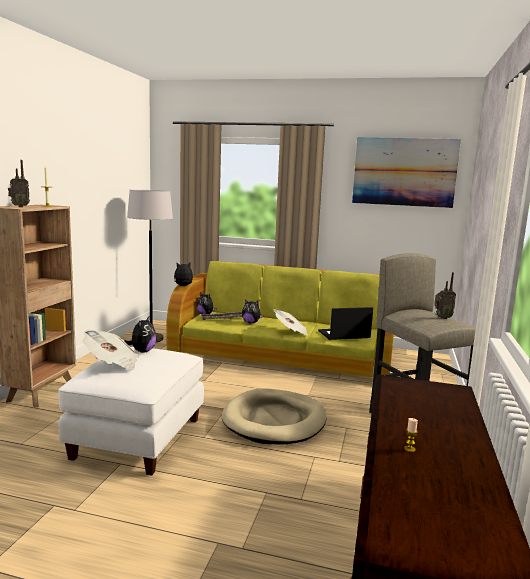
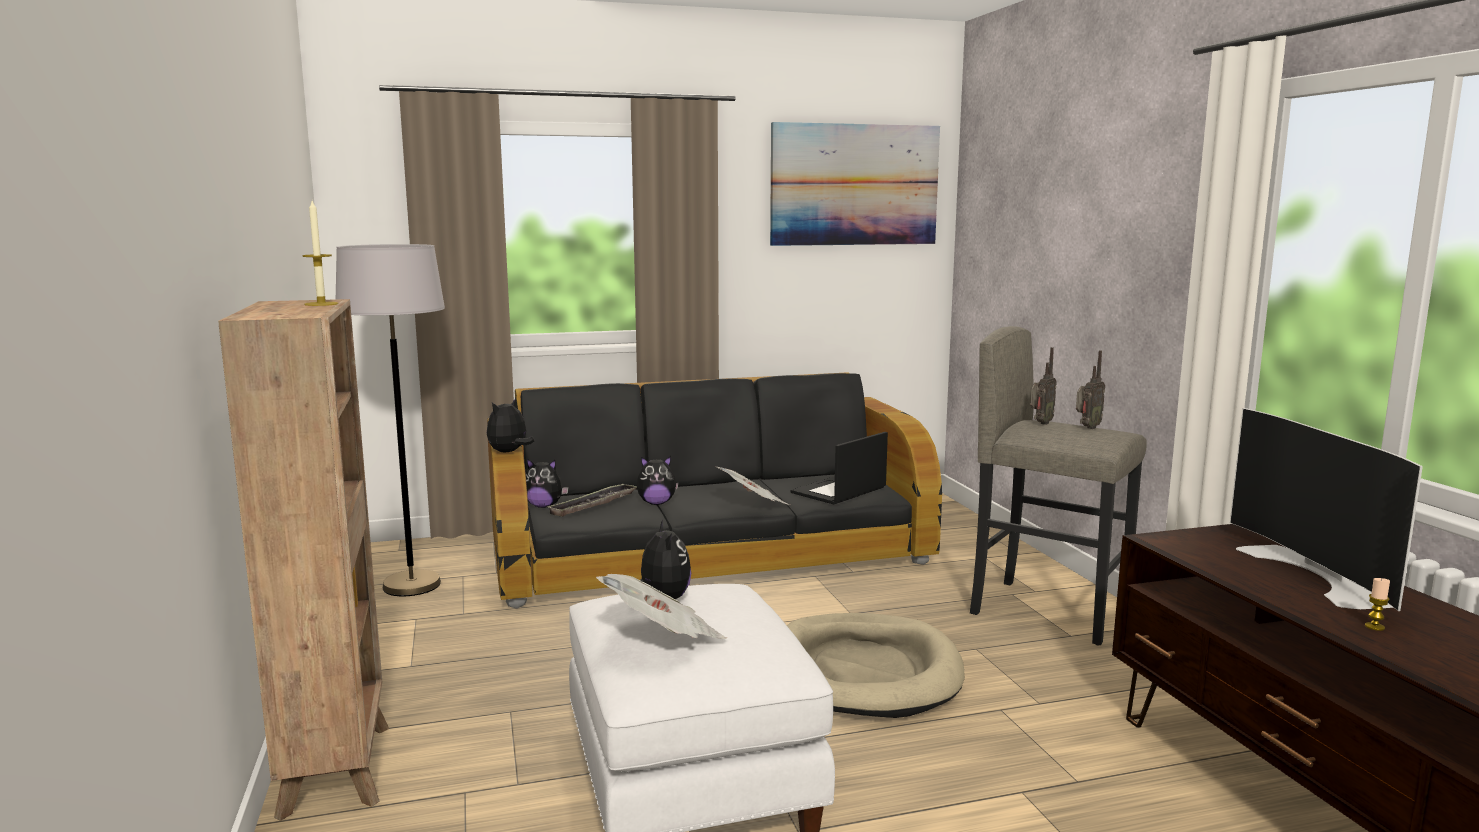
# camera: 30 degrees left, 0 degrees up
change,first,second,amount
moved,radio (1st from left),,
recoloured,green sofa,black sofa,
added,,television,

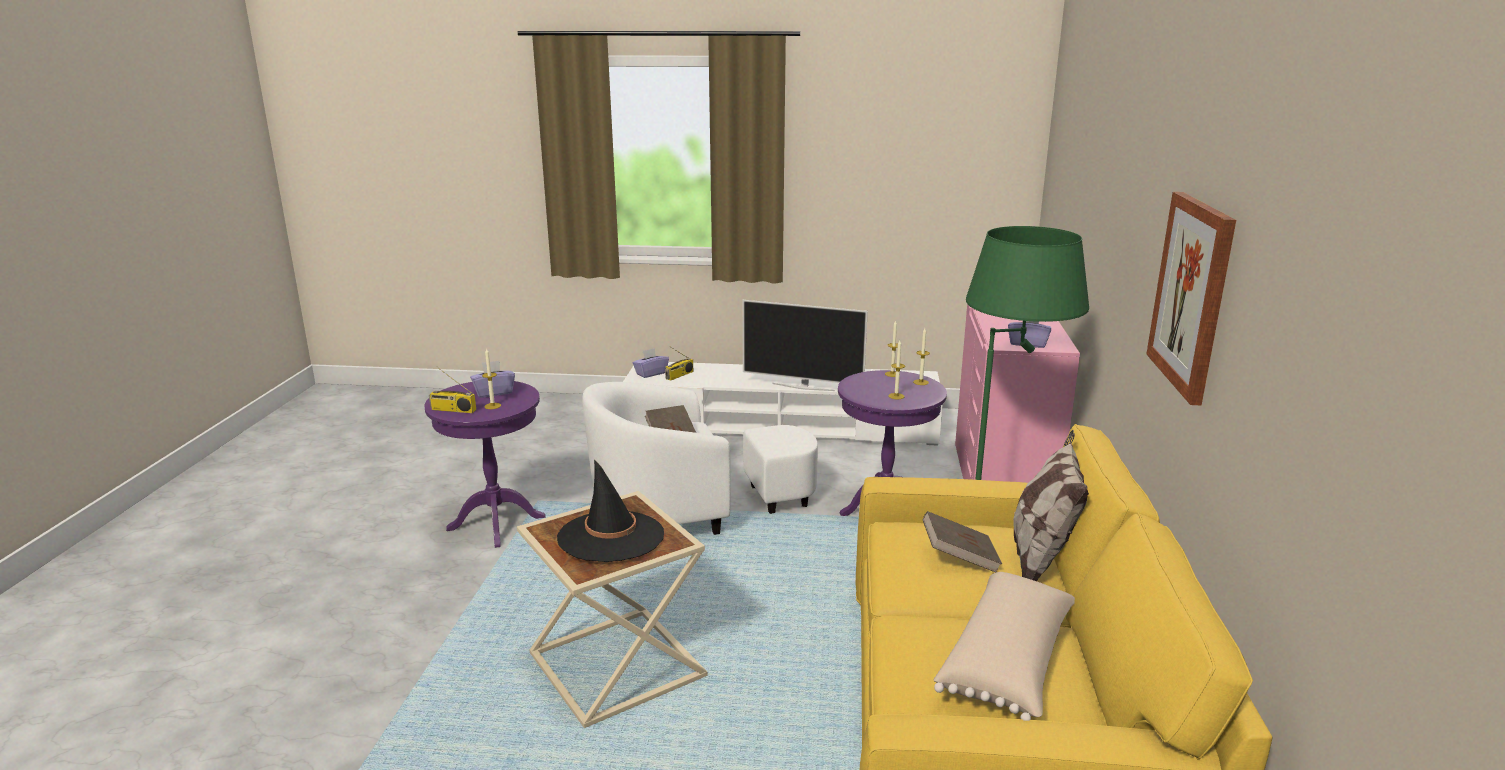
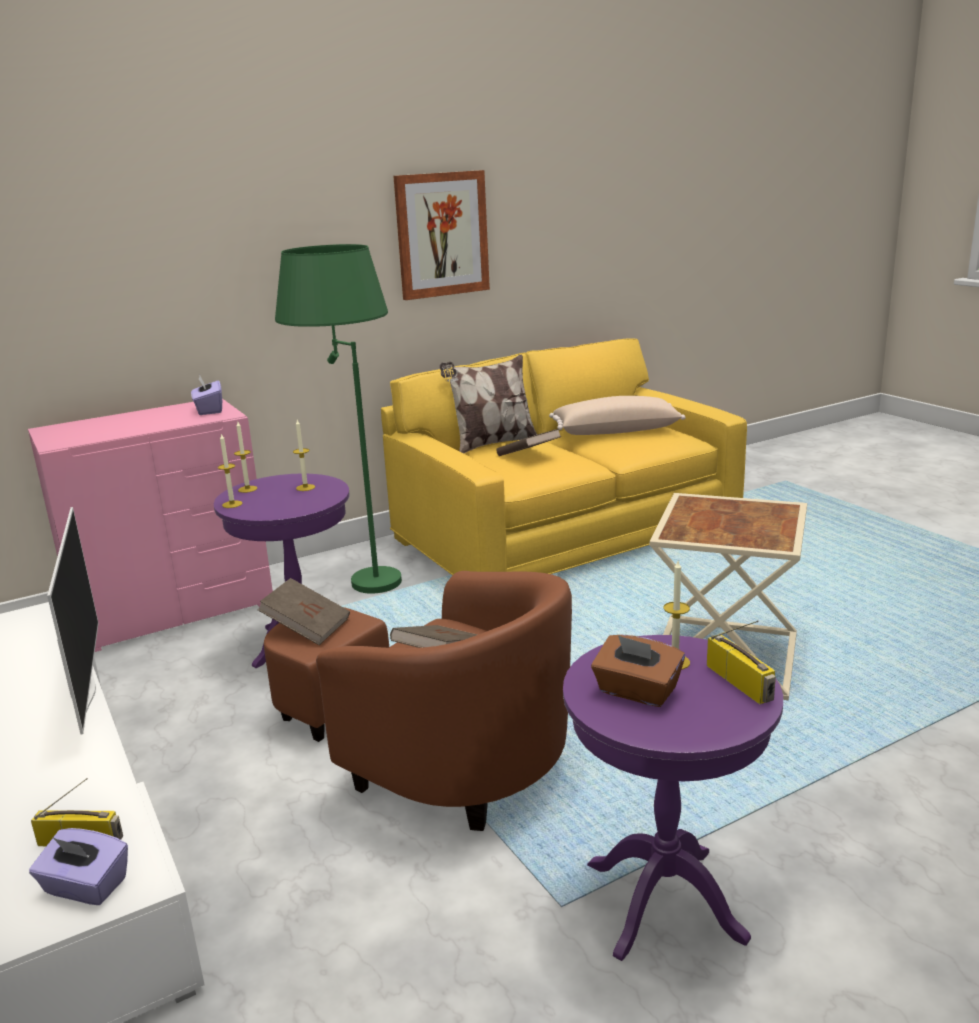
# camera: 125 degrees left, 0 degrees up
change,first,second,amount
recoloured,purple tissue box (1st from left),brown tissue box,
removed,black hat,,
recoloured,white armchair,brown armchair,
added,,brown book (1st from left),

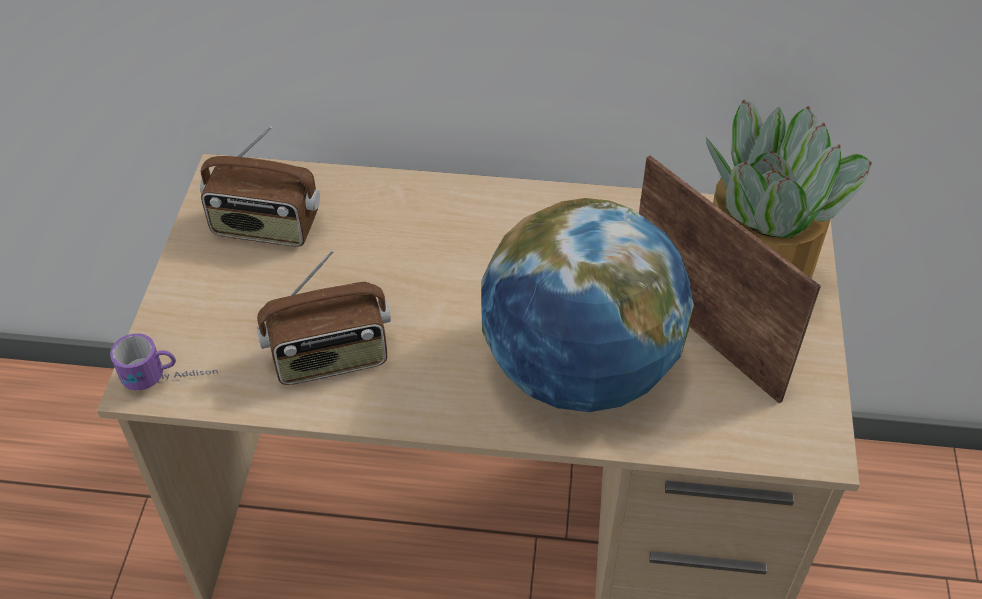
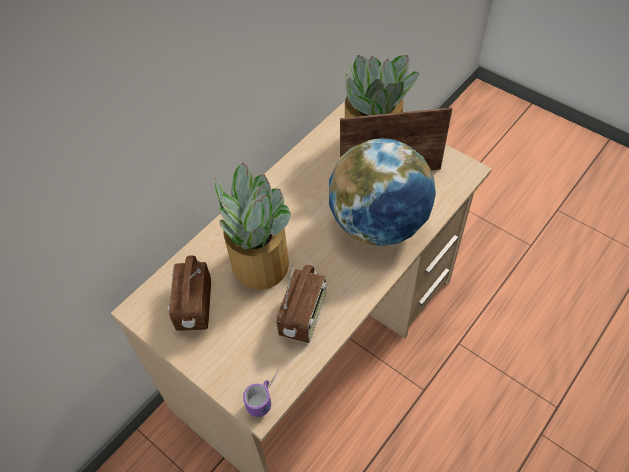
# camera: 55 degrees left, 5 degrees up
change,first,second,amount
turned,radio (1st from left),,135 degrees clockwise
added,,potted plant (1st from left),

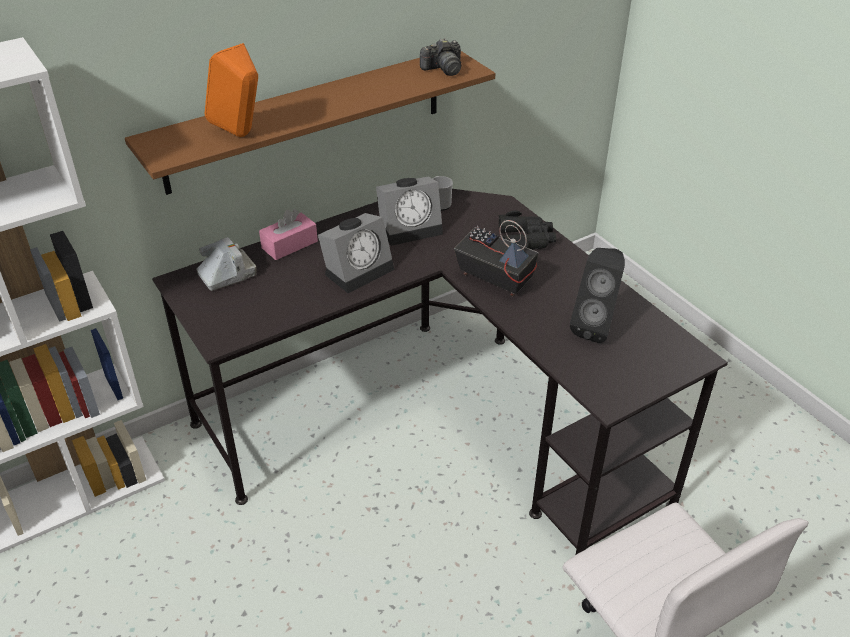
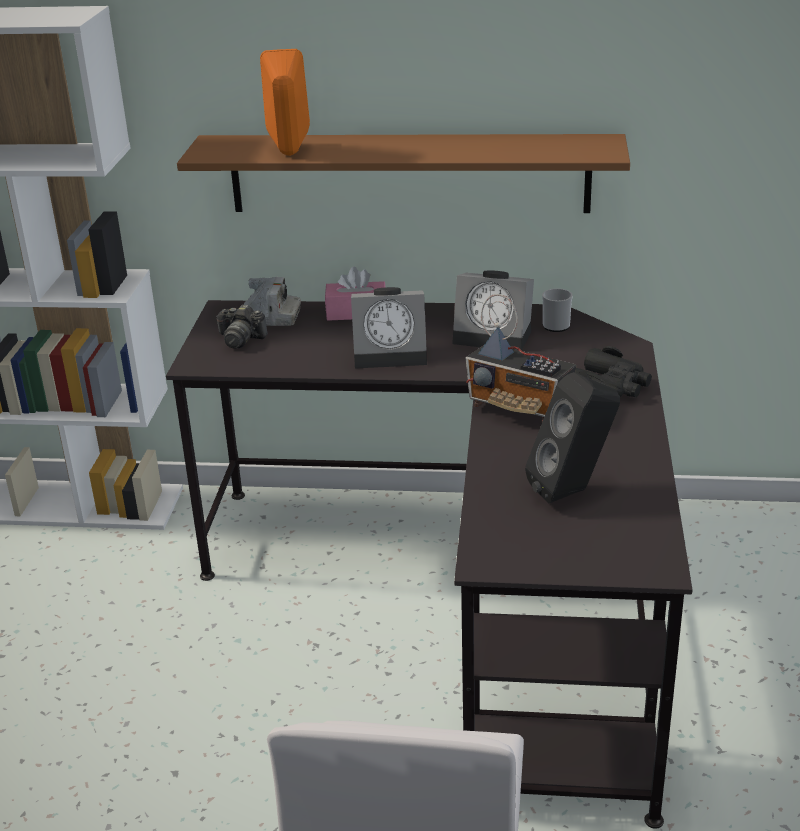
# camera: 40 degrees right, 10 degrees down
change,first,second,amount
moved,photo camera (2nd from left in the first image),photo camera (1st from left),
turned,radio,,135 degrees clockwise

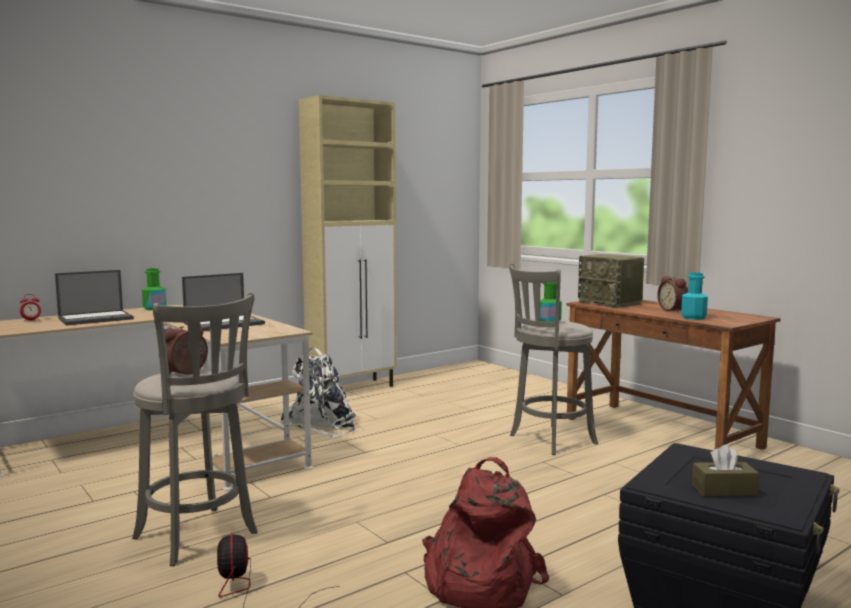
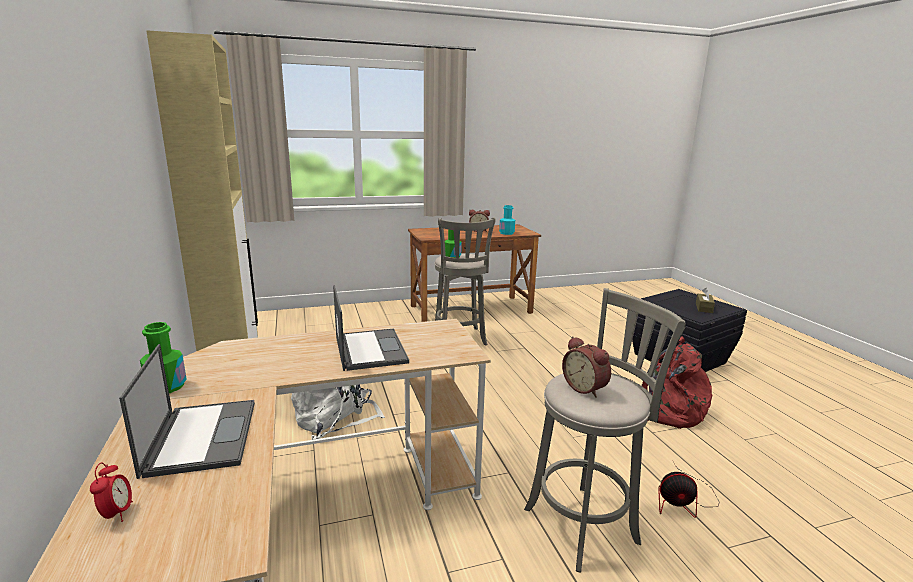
# camera: 70 degrees left, 10 degrees up
change,first,second,amount
removed,radio,,

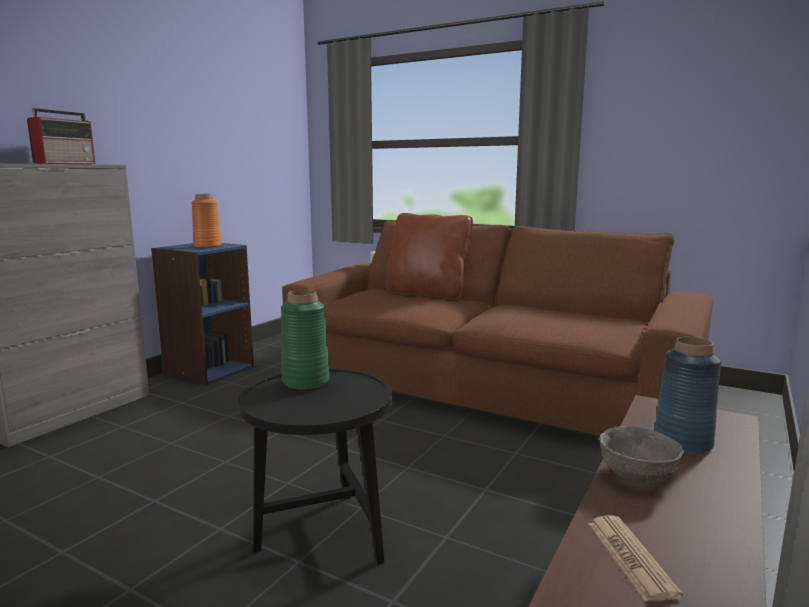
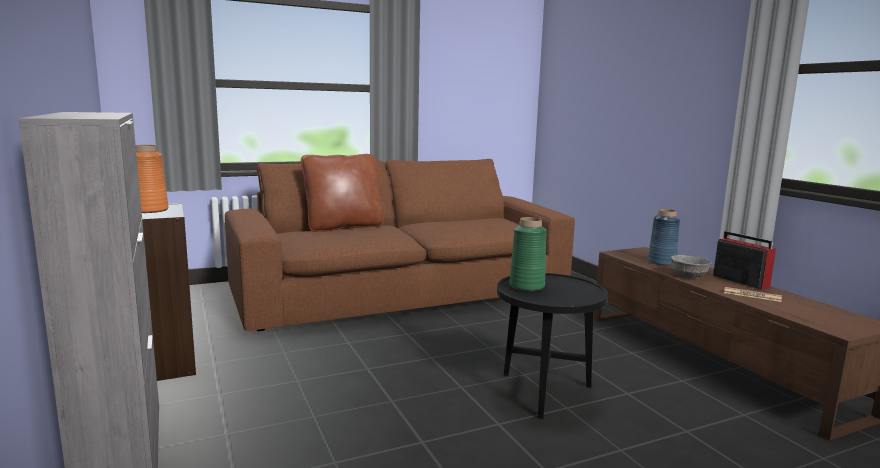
# camera: 55 degrees left, 0 degrees up
change,first,second,amount
moved,radio,,

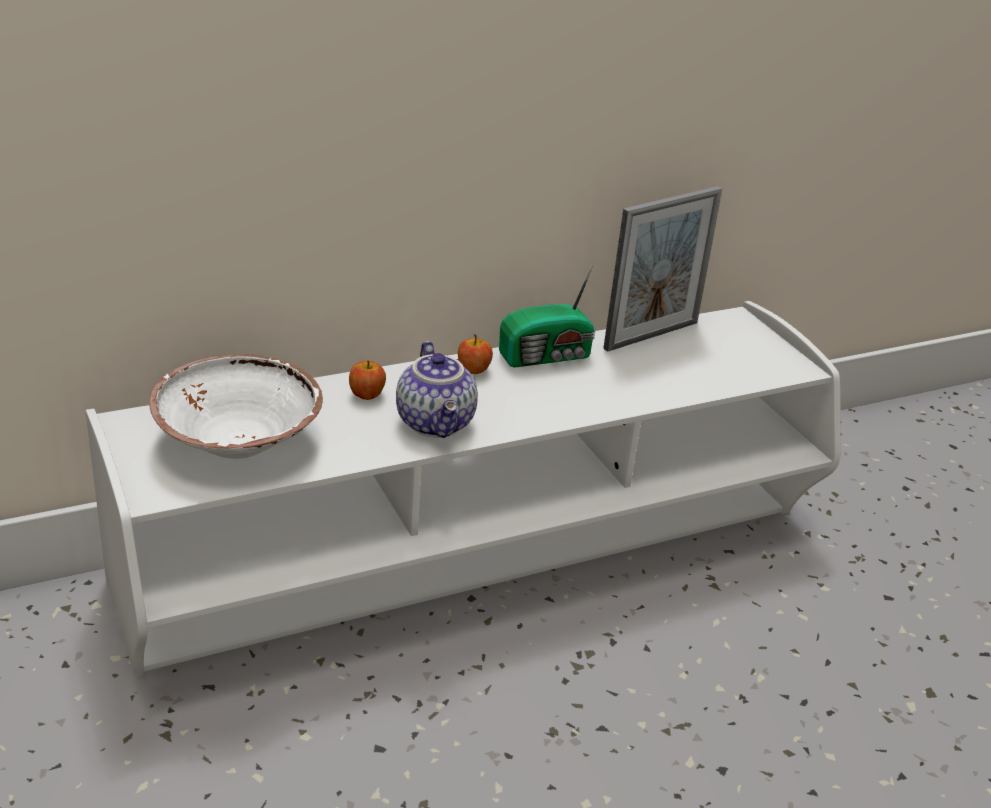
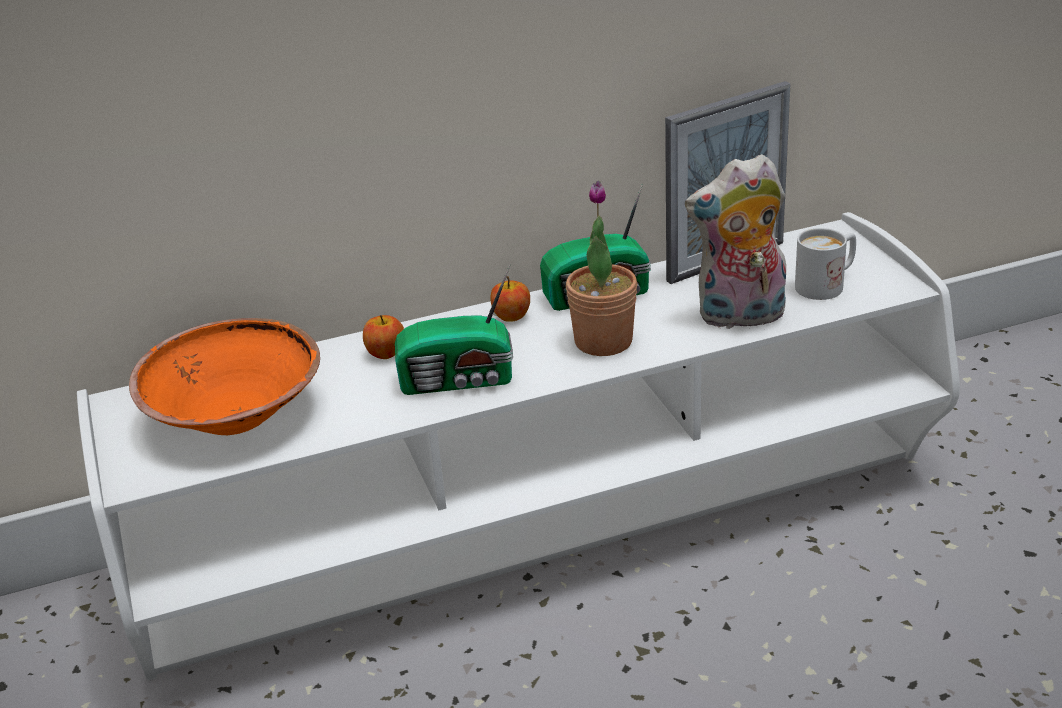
# camera: 10 degrees right, 0 degrees up
change,first,second,amount
recoloured,white bowl,orange bowl,
replaced,teapot,radio (1st from left),
added,,potted plant,
added,,plush toy,
added,,white mug,

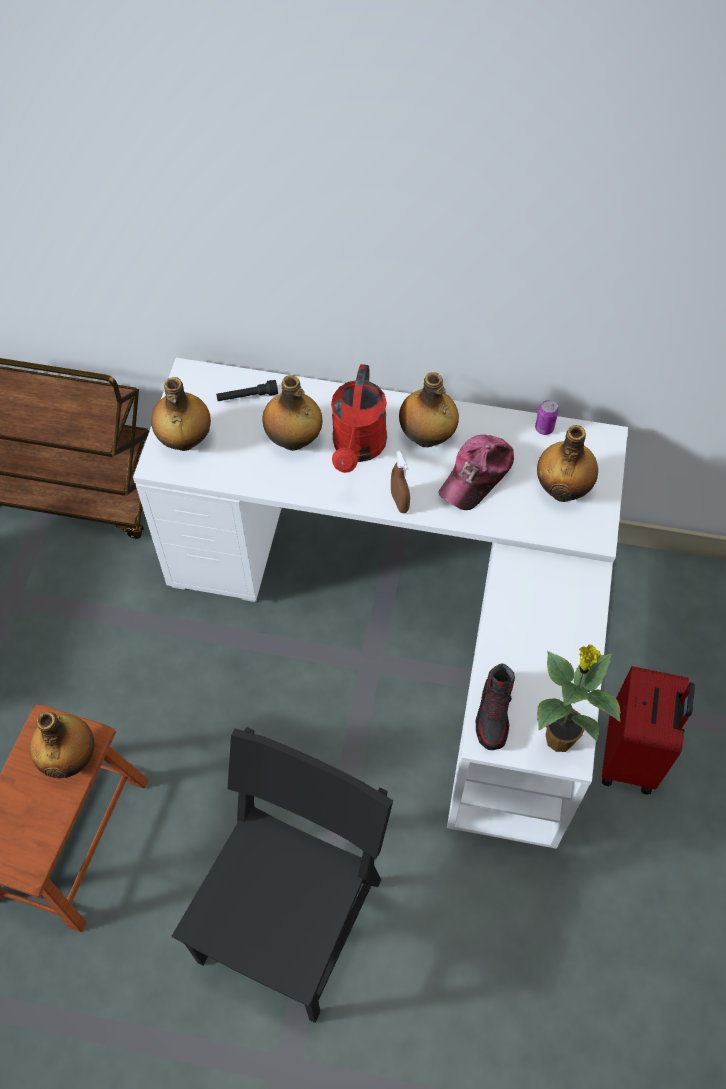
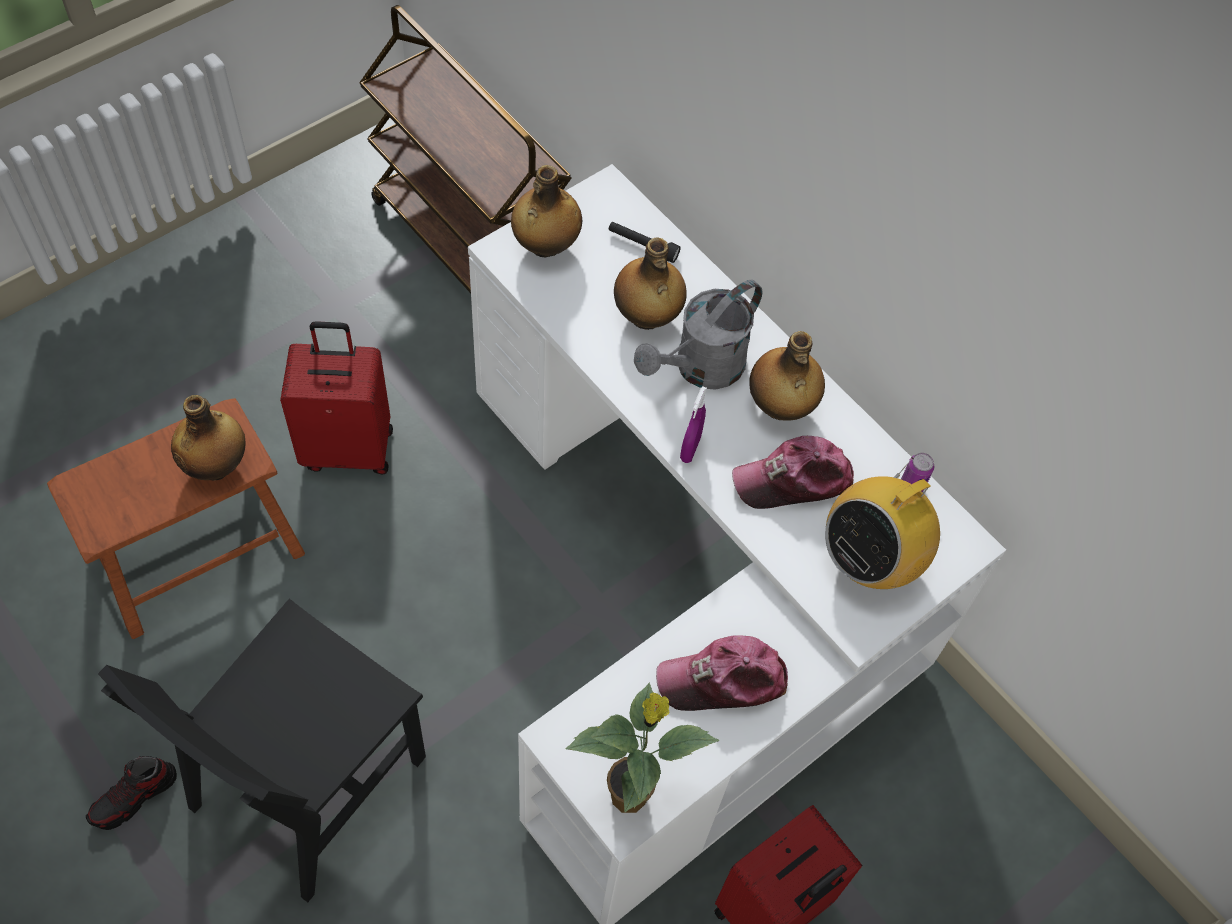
# camera: 35 degrees right, 0 degrees up
change,first,second,amount
turned,black chair,,150 degrees clockwise
recoloured,red watering can,grey watering can,
recoloured,brown spray bottle,purple spray bottle,
moved,shoe,,
replaced,bottle (5th from left),radio,
added,,red suitcase (1st from left),
added,,cap (1st from left),

